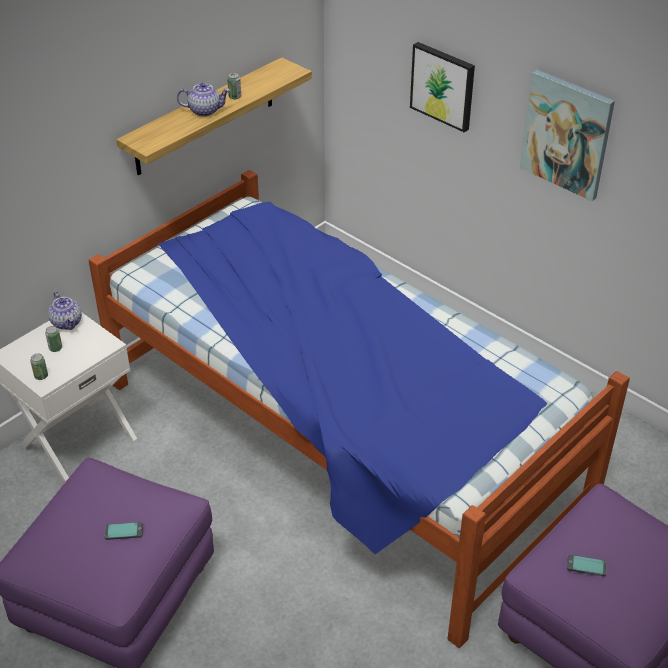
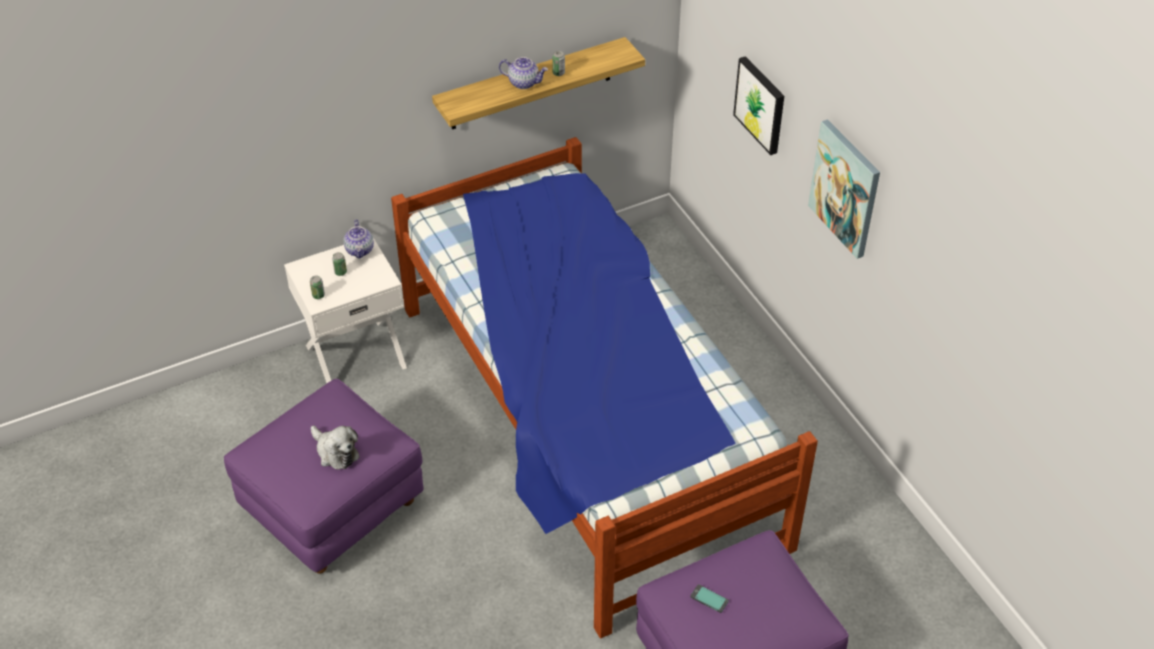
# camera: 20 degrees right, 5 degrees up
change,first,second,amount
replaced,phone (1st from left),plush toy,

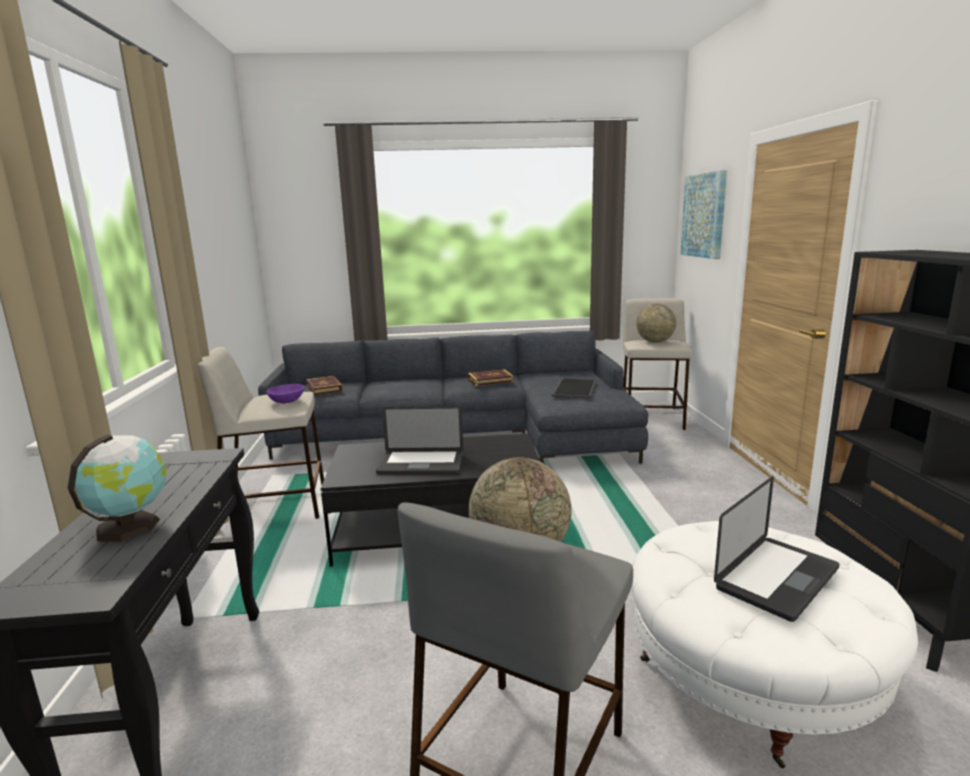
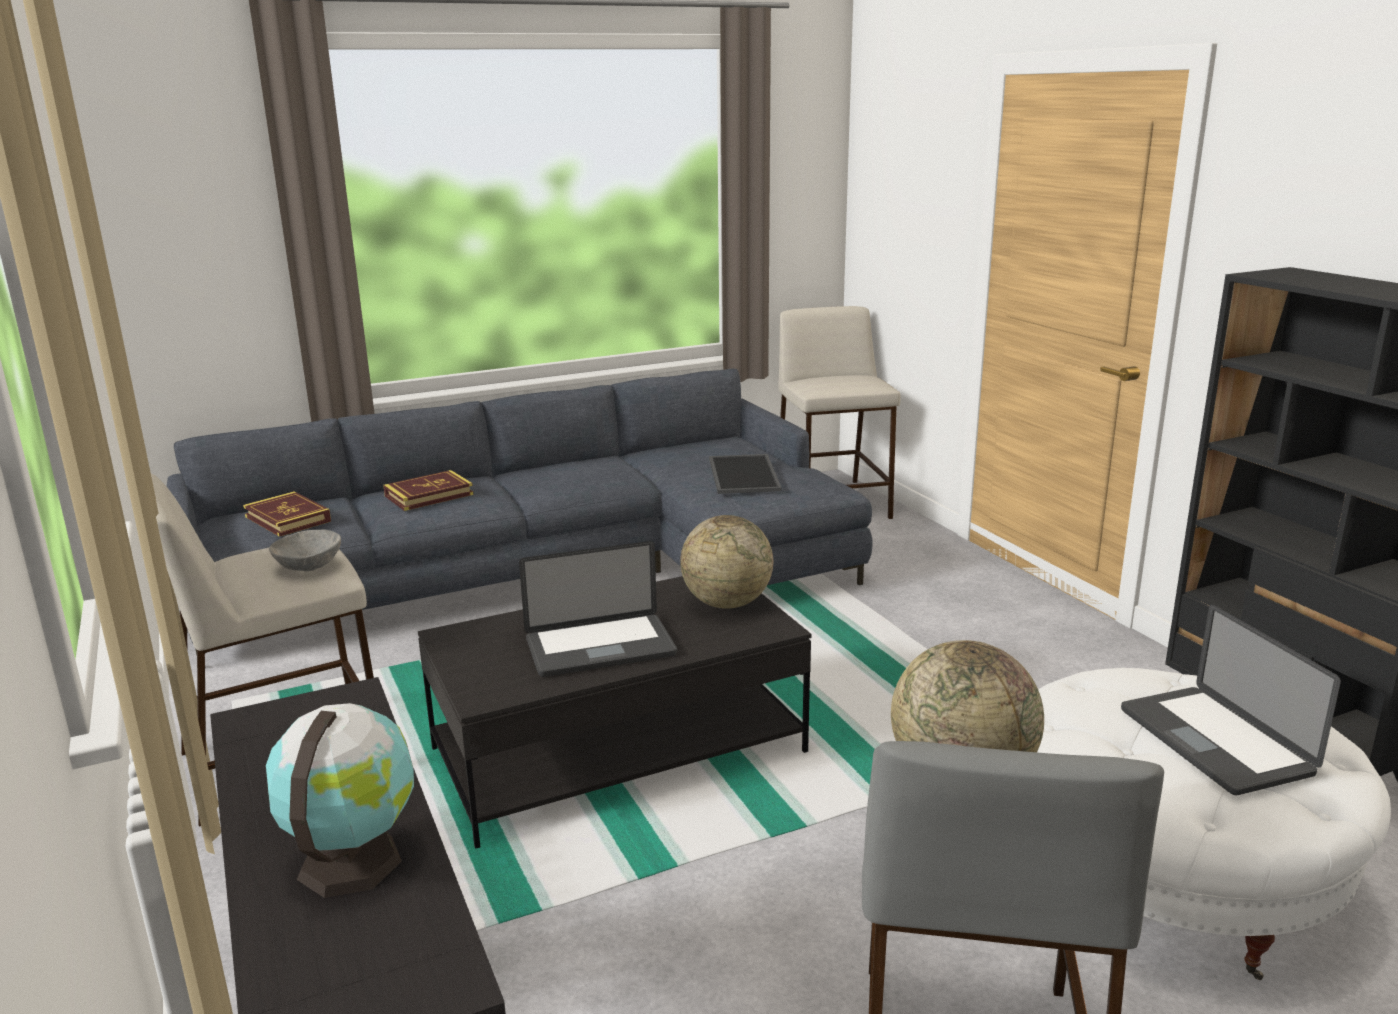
# camera: 20 degrees left, 5 degrees up
change,first,second,amount
recoloured,purple bowl,grey bowl,
moved,book (2nd from left),,
moved,globe (3rd from left in the first image),globe (2nd from left),
removed,picture,,
turned,laptop (2nd from left),,135 degrees clockwise

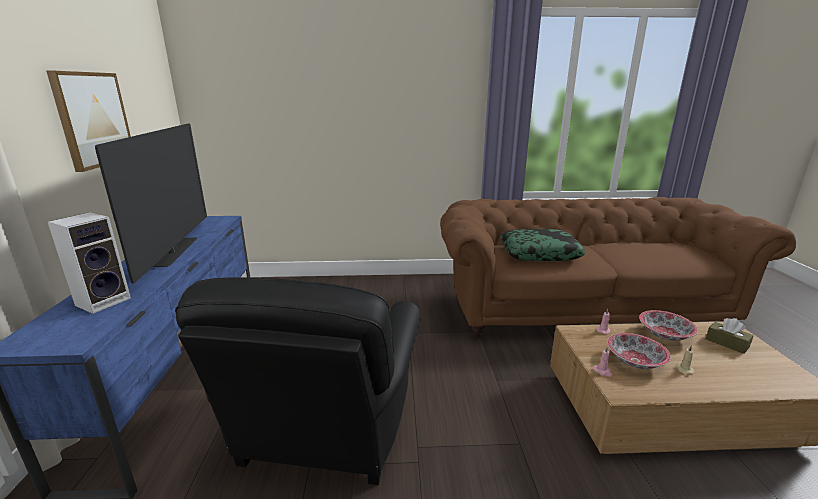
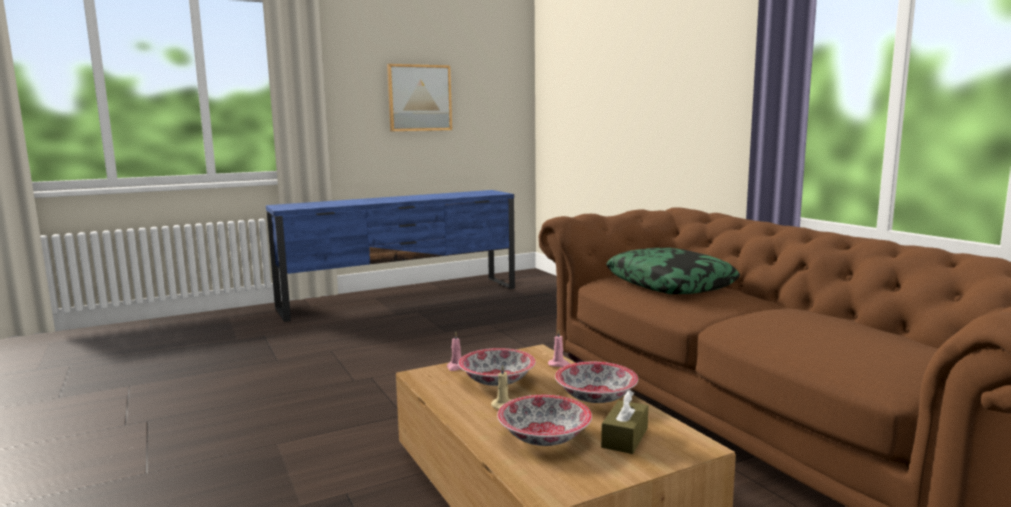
# camera: 65 degrees right, 10 degrees down
change,first,second,amount
removed,speaker,,
removed,television,,
removed,black armchair,,
added,,bowl (2nd from left),

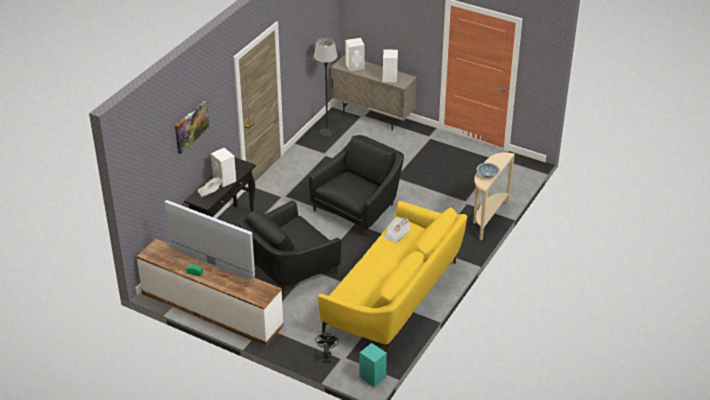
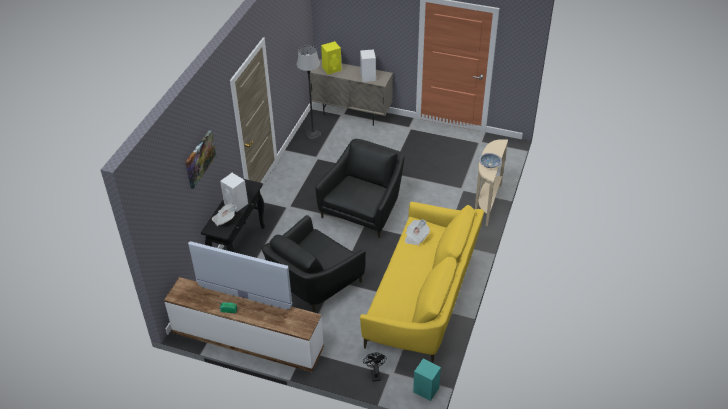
# camera: 10 degrees left, 5 degrees up
change,first,second,amount
recoloured,white speaker (2nd from left),yellow speaker,

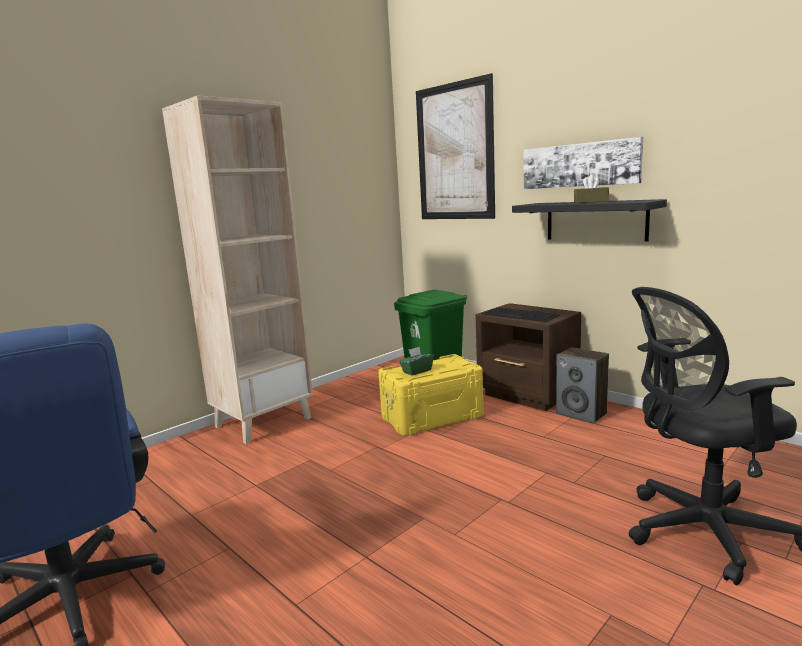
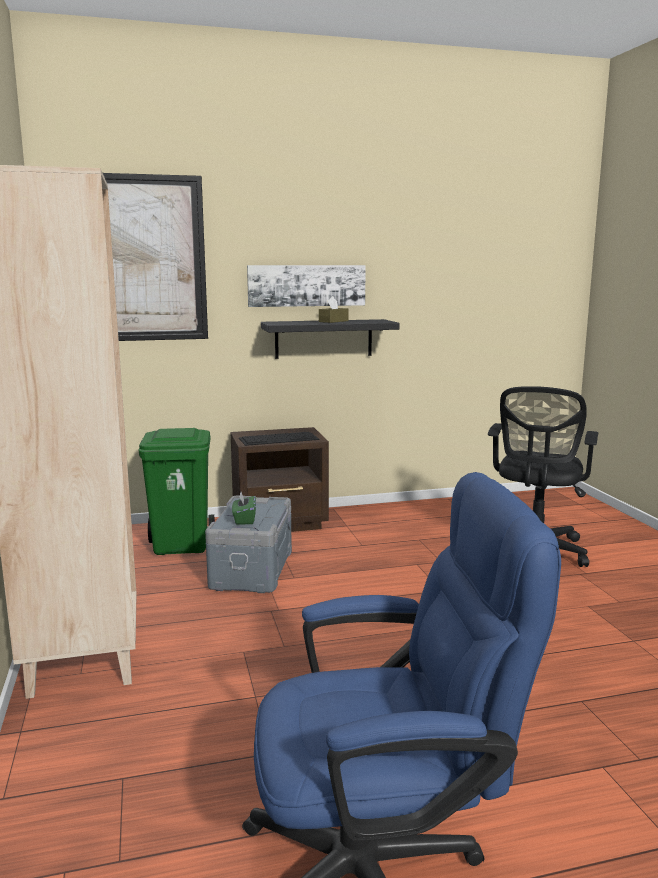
# camera: 60 degrees left, 0 degrees up
change,first,second,amount
recoloured,yellow storage box,grey storage box,
removed,speaker,,

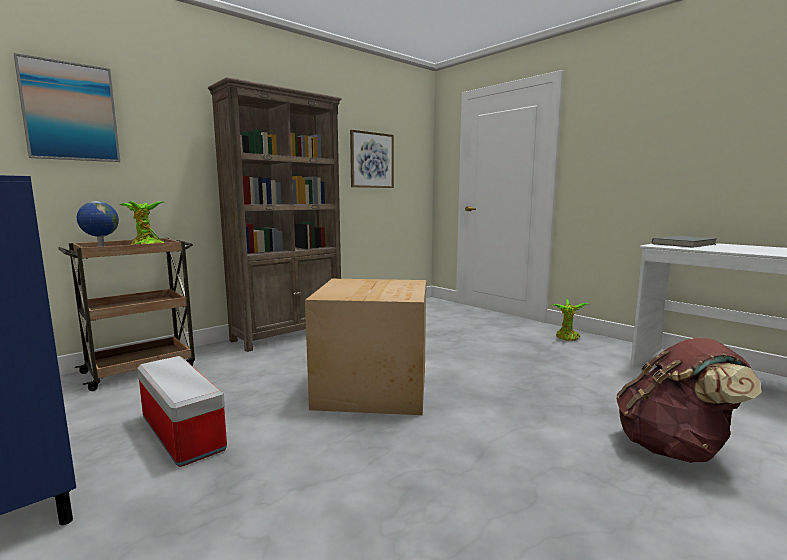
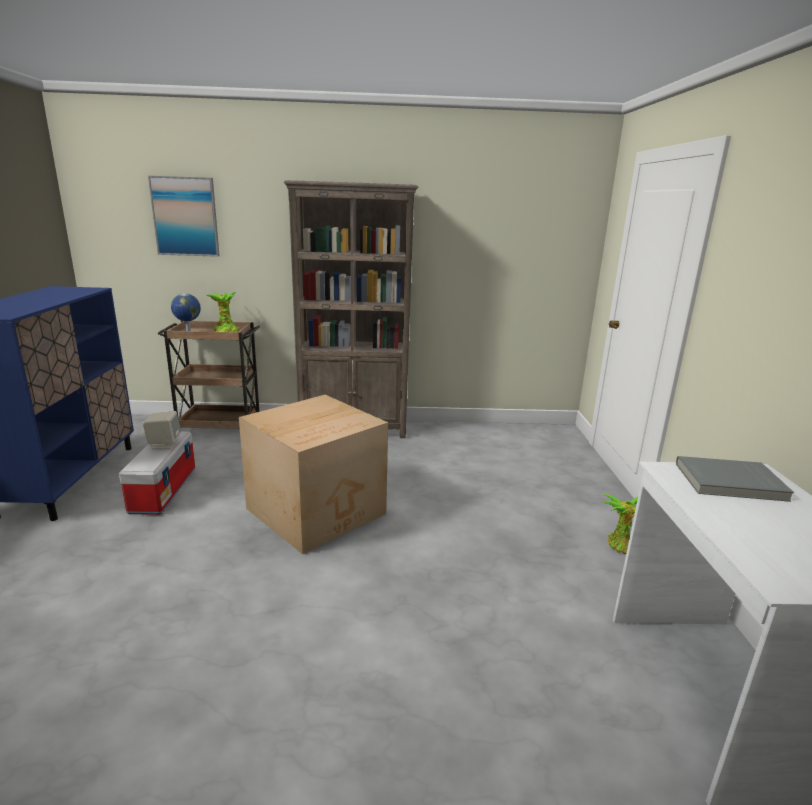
# camera: 40 degrees right, 10 degrees up
change,first,second,amount
removed,picture (2nd from left),,
removed,brown backpack,,
added,,beige speaker,

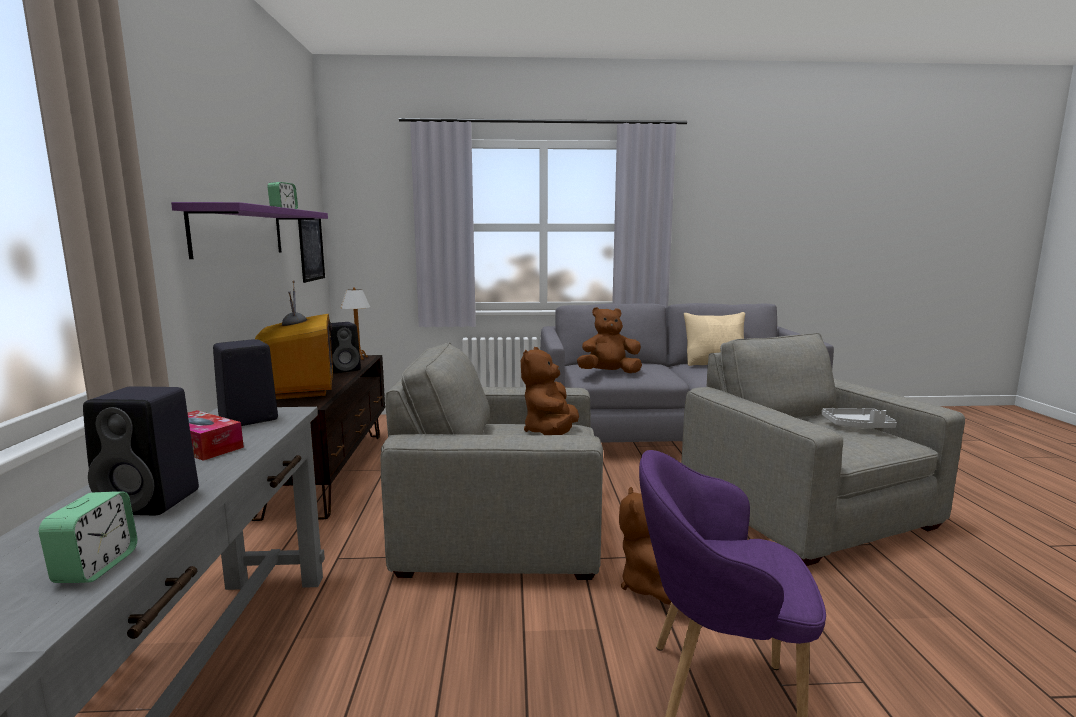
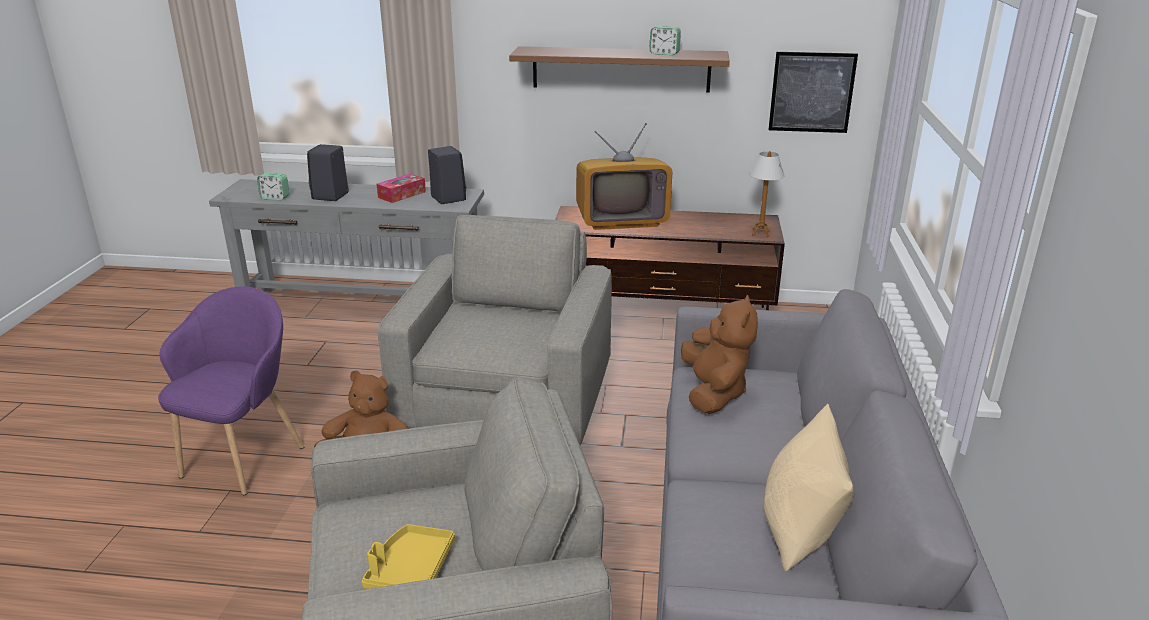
# camera: 100 degrees right, 15 degrees up
change,first,second,amount
recoloured,purple shelf,brown shelf,
removed,black speaker (3rd from left),,
removed,brown plush toy (1st from left),,
recoloured,grey tray,yellow tray,

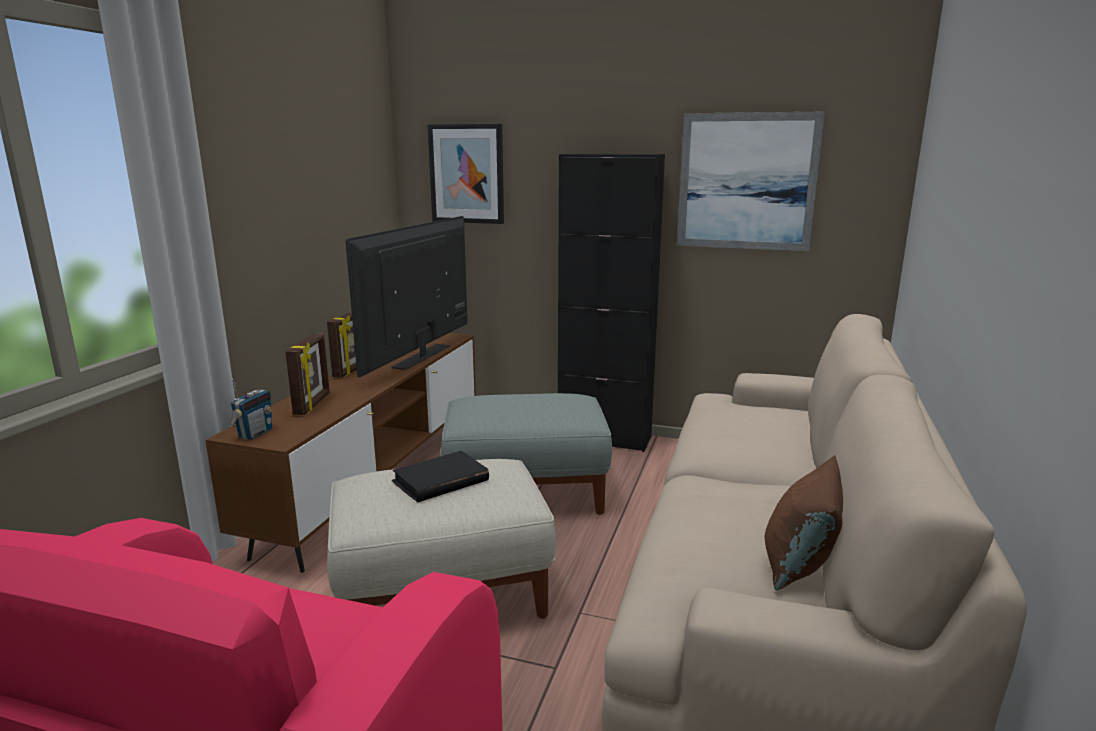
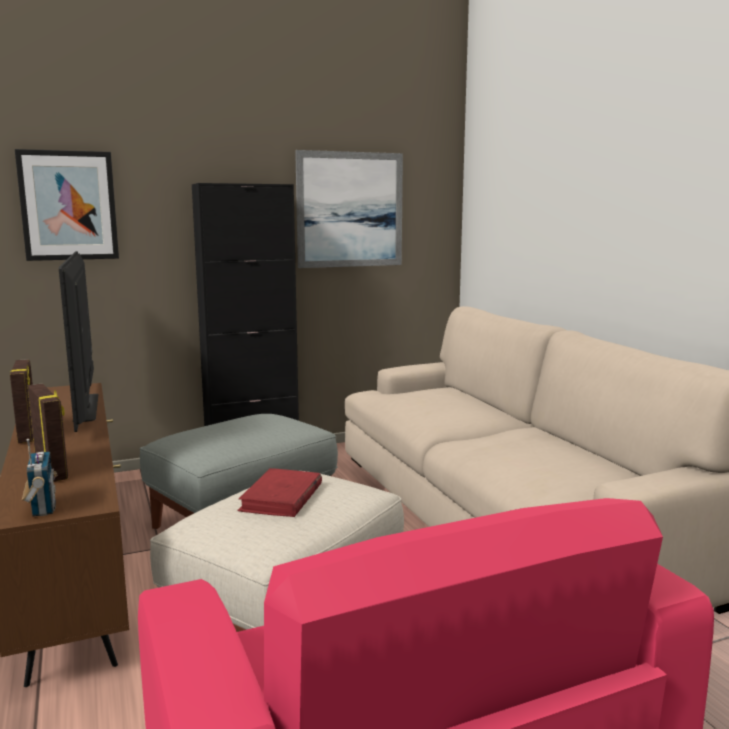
# camera: 40 degrees left, 5 degrees down
change,first,second,amount
recoloured,black book,red book,
removed,brown pillow,,

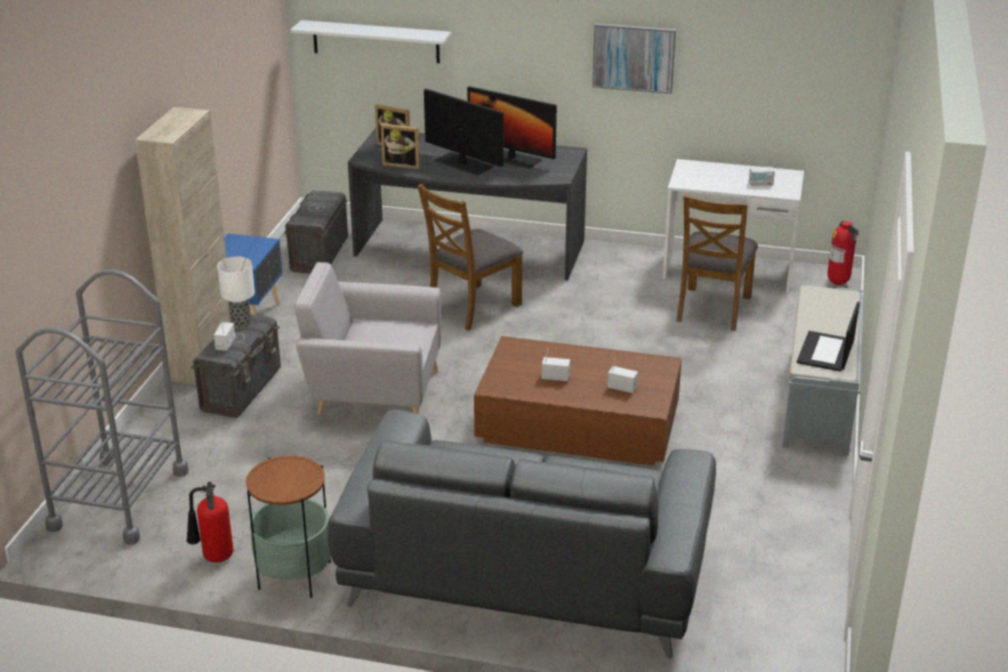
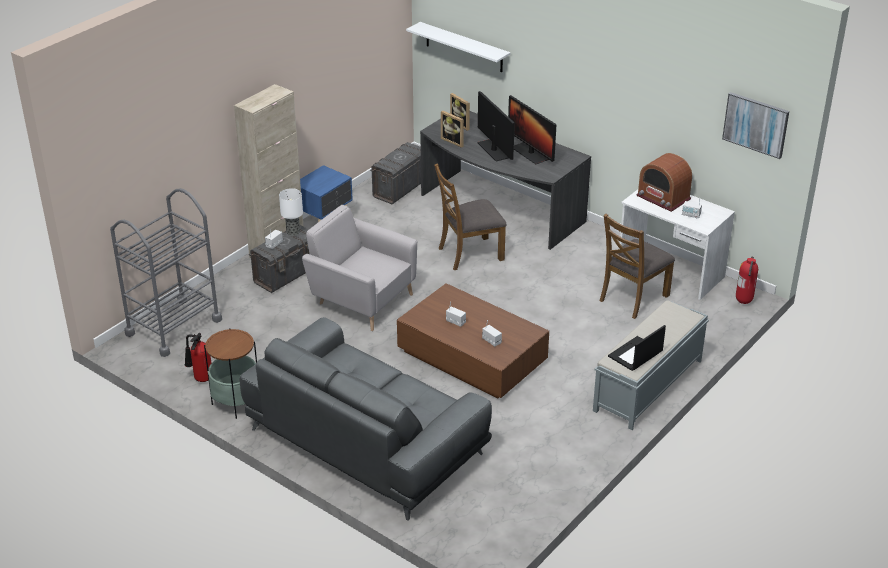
# camera: 25 degrees right, 5 degrees up
change,first,second,amount
moved,picture,,
added,,radio (4th from left),

